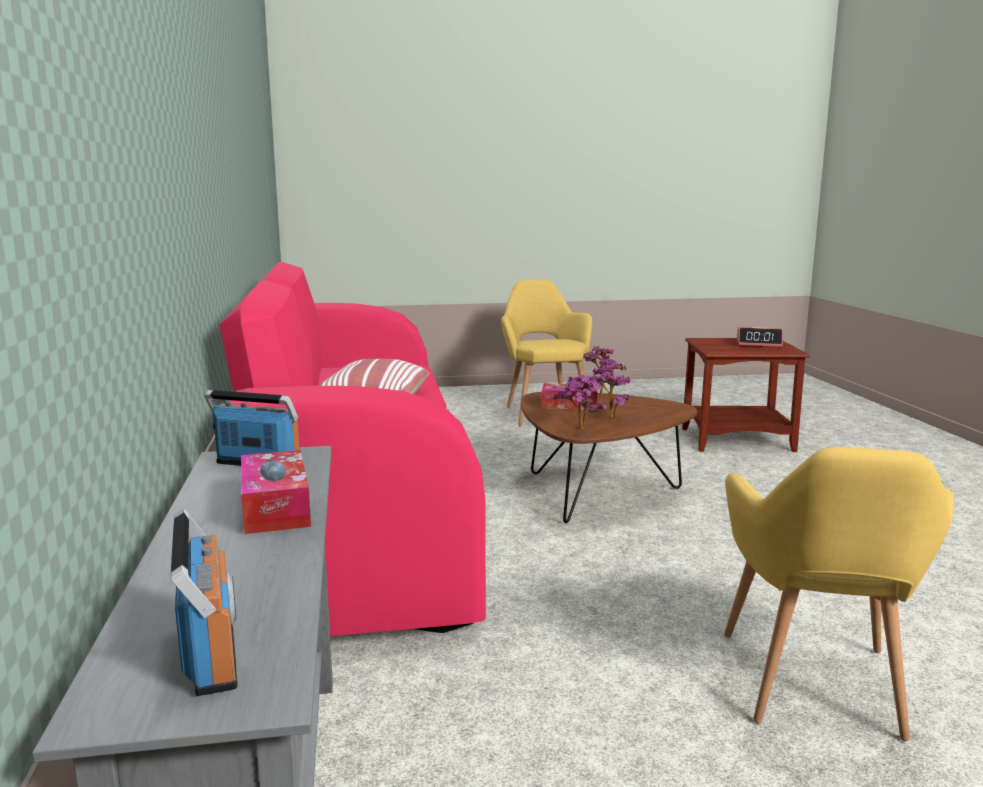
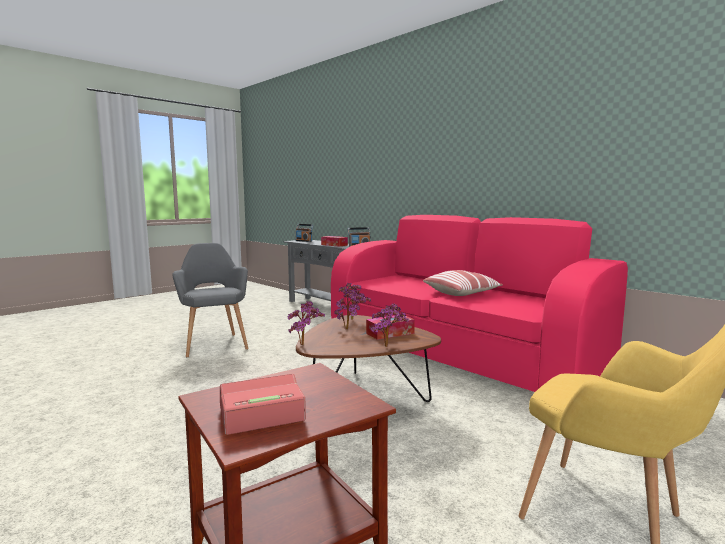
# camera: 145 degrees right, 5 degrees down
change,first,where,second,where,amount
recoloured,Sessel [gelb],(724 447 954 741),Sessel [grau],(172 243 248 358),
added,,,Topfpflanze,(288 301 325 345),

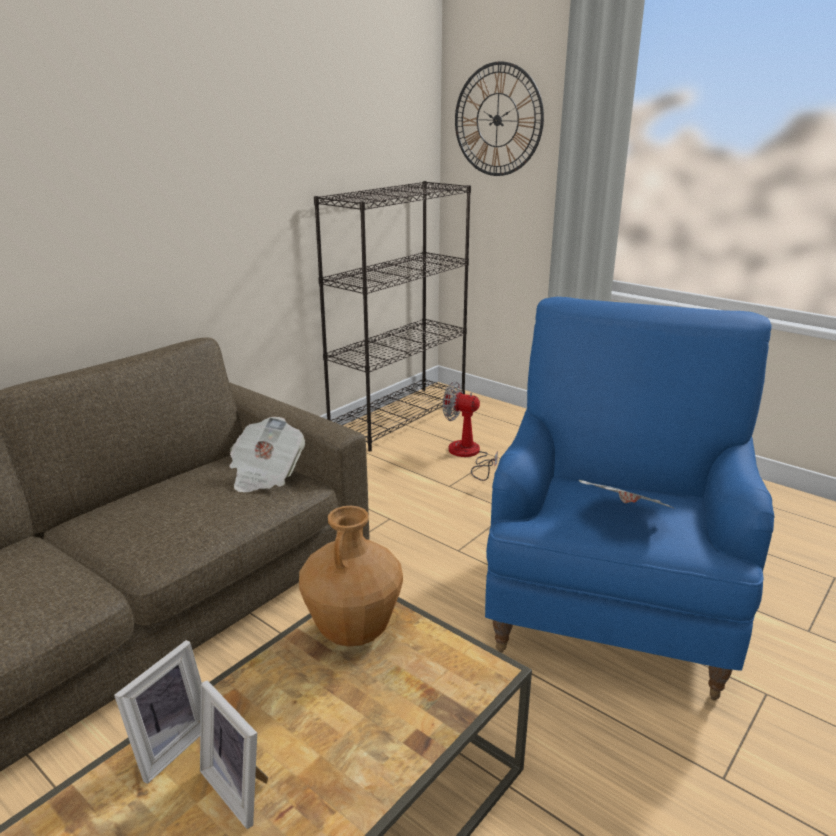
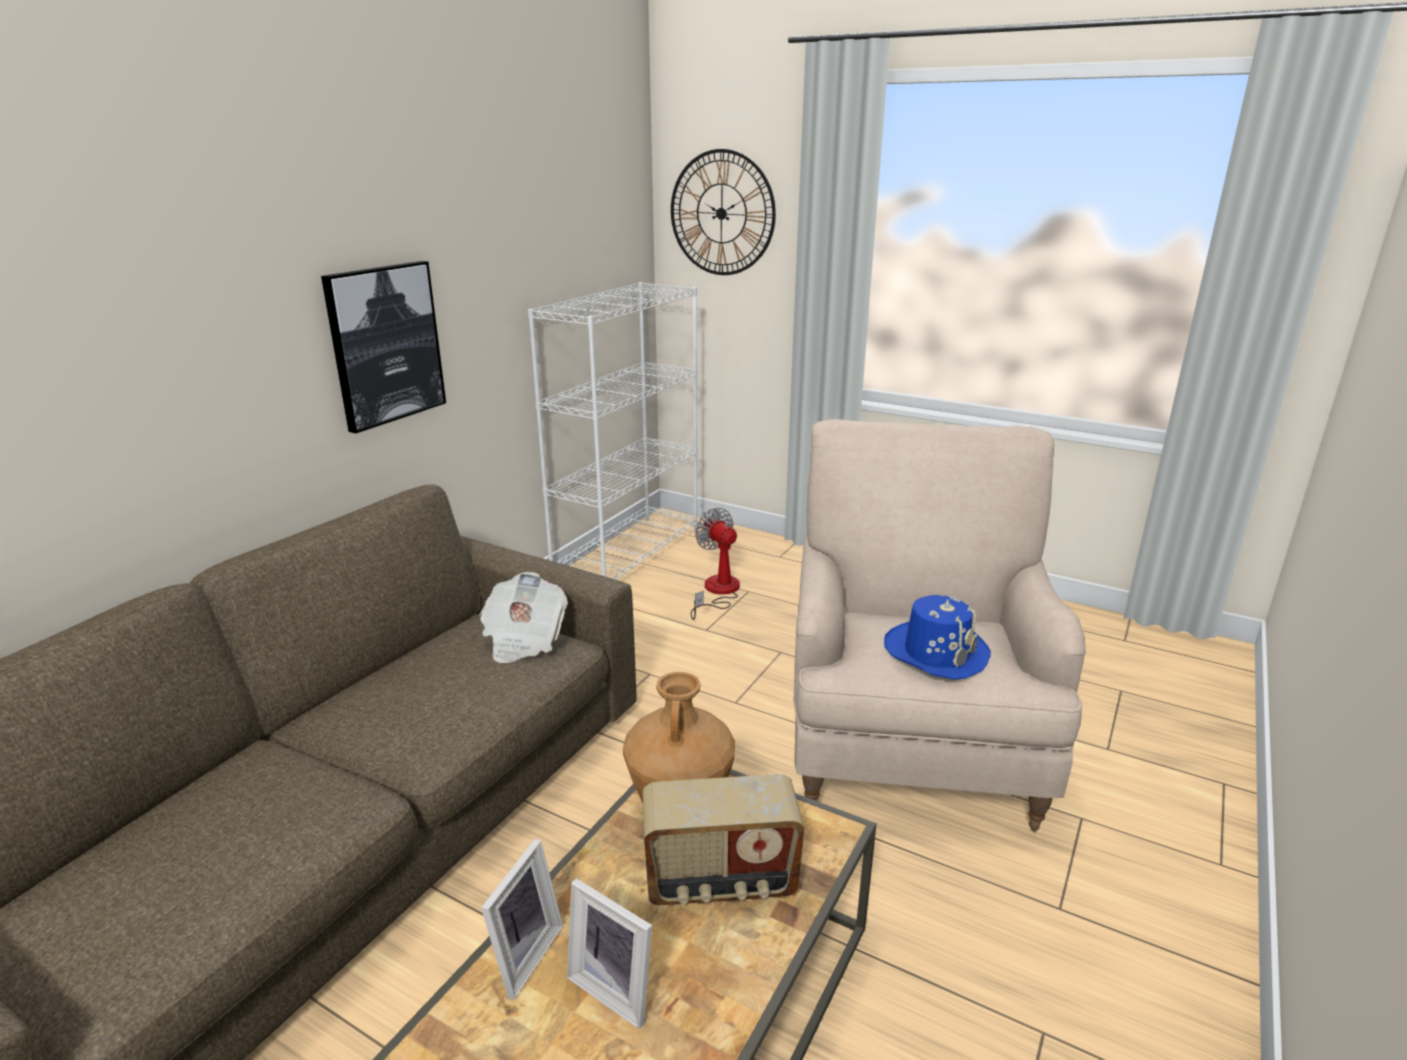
# camera: 10 degrees left, 0 degrees up
change,first,where,second,where,amount
added,,,Bild,(321 261 446 433),
recoloured,Bücherregal [schwarz],(314 181 471 451),Bücherregal [weiß],(528 282 698 580),
added,,,Radio,(642 774 804 906),
turned,Ventilator,(443 382 498 481),,(691 508 740 620),45 degrees clockwise
recoloured,Sessel [blau],(485 297 774 700),Sessel [beige],(794 419 1085 832),
replaced,Zeitung,(579 480 675 509),Hut [blau],(884 595 991 680),

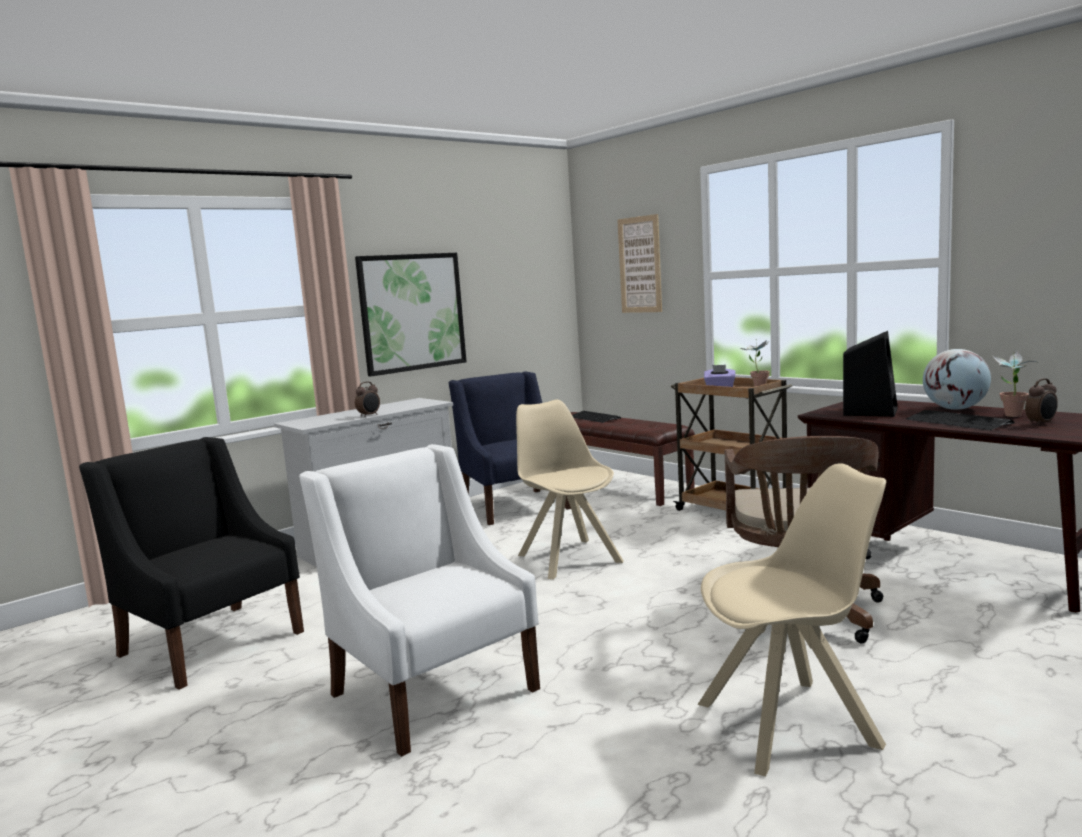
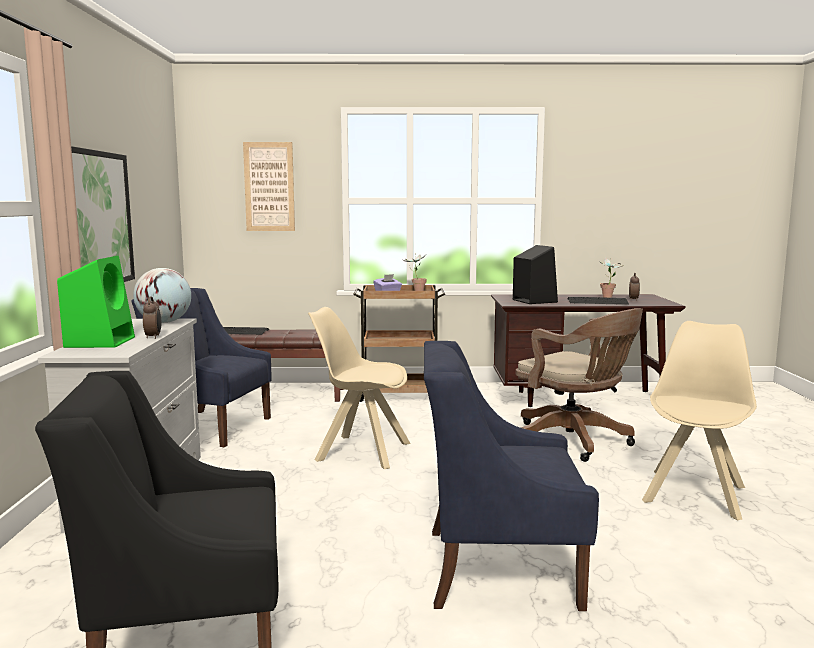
# camera: 50 degrees left, 0 degrees up
change,first,where,second,where,amount
added,,,Lautsprecher [grün],(57 256 135 348),
moved,Globus,(923 349 991 410),,(133 268 191 323),
recoloured,Sessel [weiß],(299 444 540 757),Sessel [blau],(424 341 599 611),

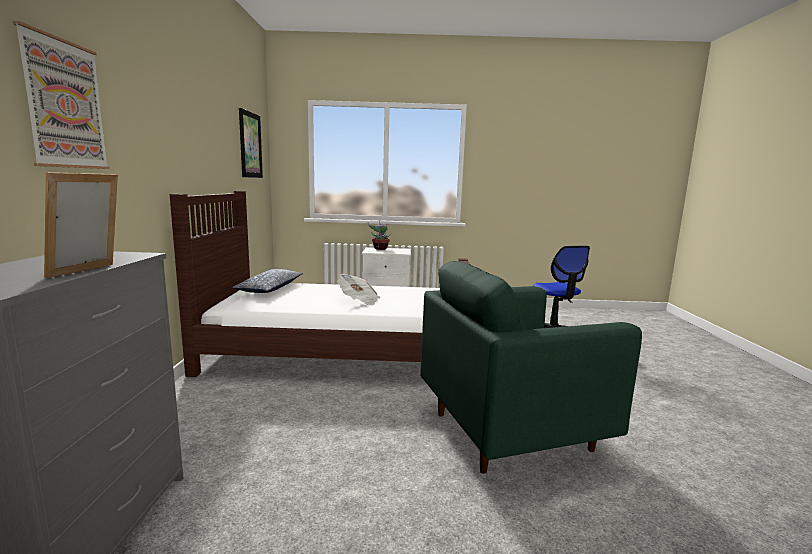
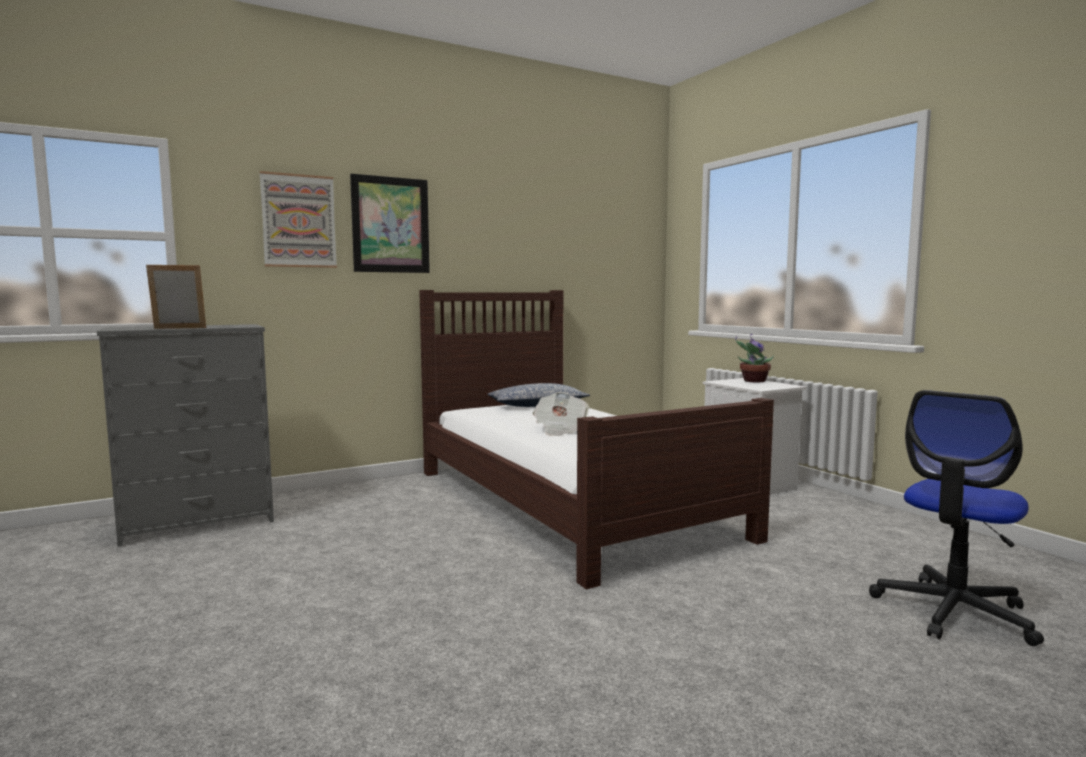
# camera: 60 degrees right, 5 degrees down
change,first,where,second,where,amount
moved,Bild,(239 108 263 178),,(350 174 430 273),
removed,Sessel [grün],(420 261 642 474),,,

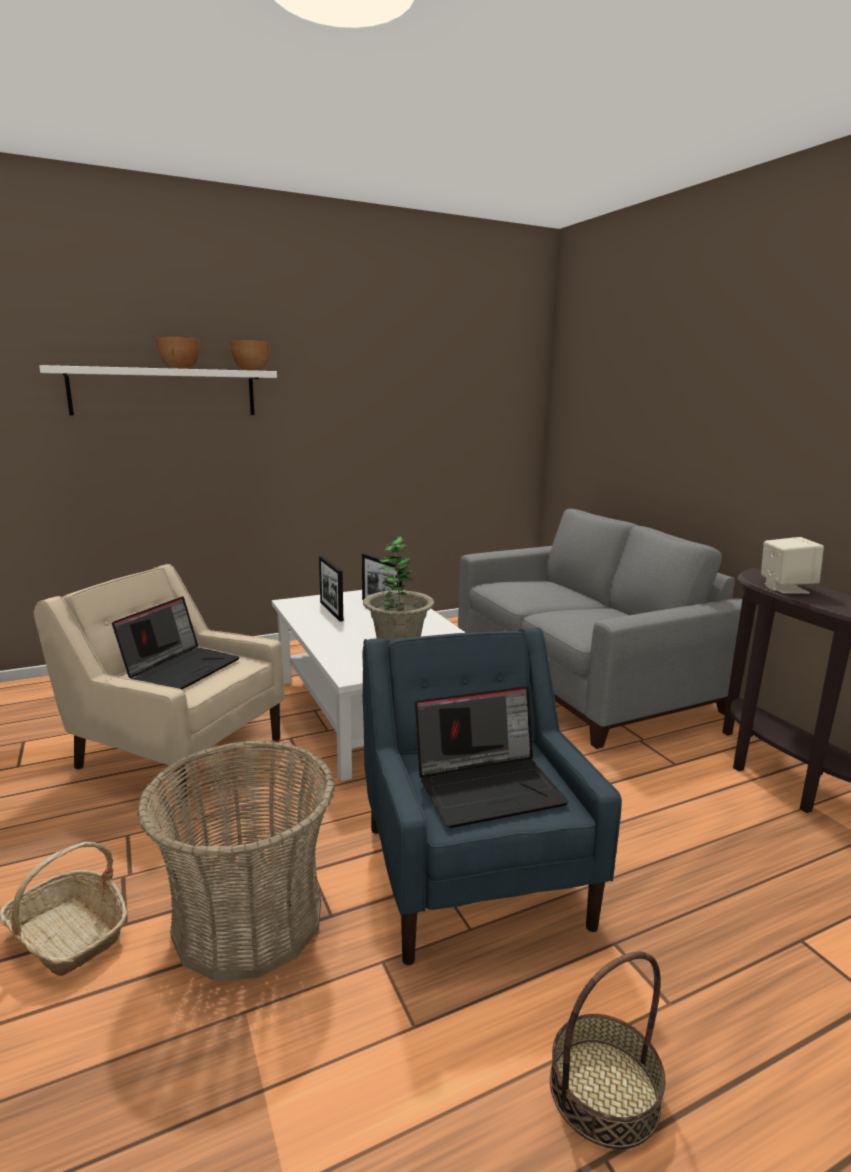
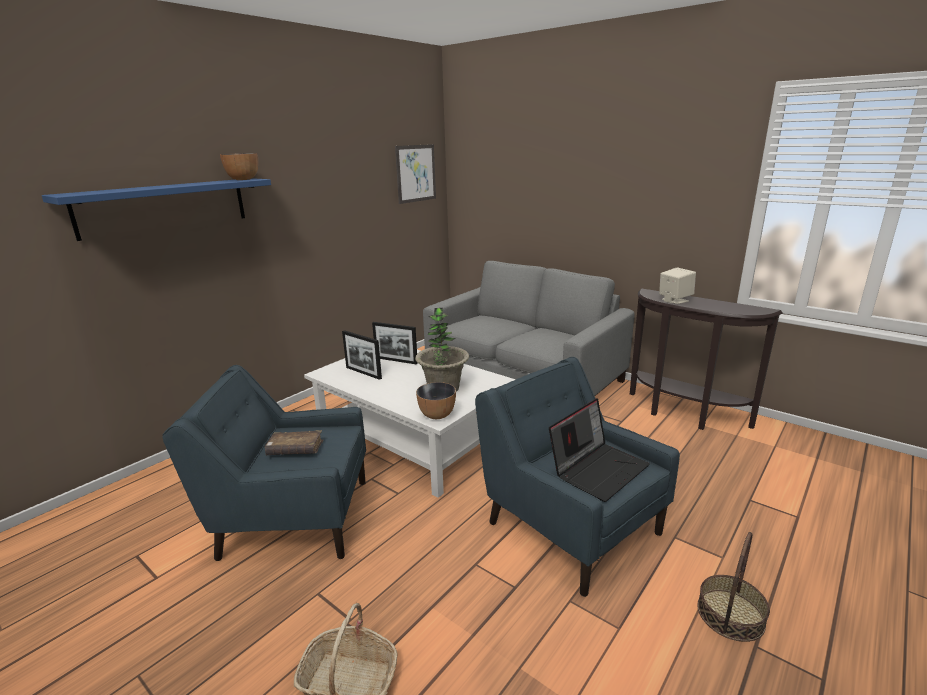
# camera: 25 degrees left, 5 degrees up
change,first,where,second,where,amount
recoloured,Wandregal [weiß],(39 365 277 415),Wandregal [blau],(42 178 271 241),
recoloured,Sessel [beige],(34 564 285 809),Sessel [blau],(162 365 366 561),
replaced,Laptop,(112 596 240 689),Buch [braun],(265 430 323 455),
added,,,Bild,(395 144 436 204),
moved,Schüssel,(155 337 200 369),,(416 382 456 419),
removed,Korb,(137 740 335 981),,,

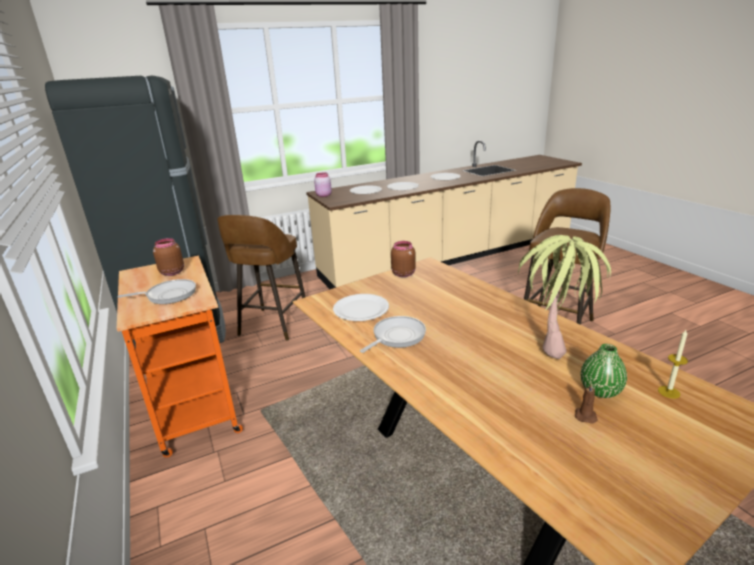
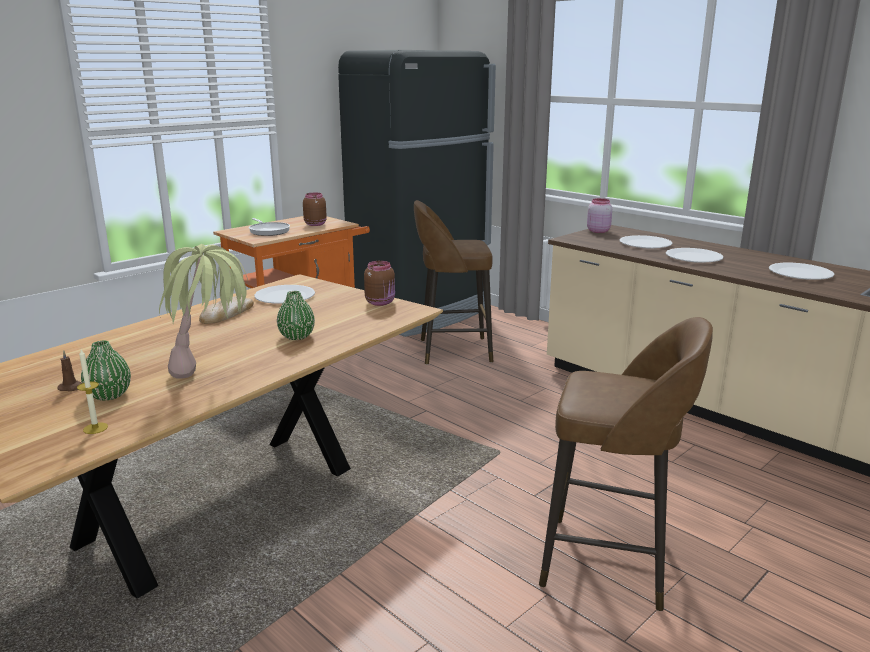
# camera: 70 degrees right, 5 degrees down
change,first,where,second,where,amount
replaced,Pfanne,(360 316 426 353),Brot,(199 296 254 324),
added,,,Vase [grün],(277 291 315 340),

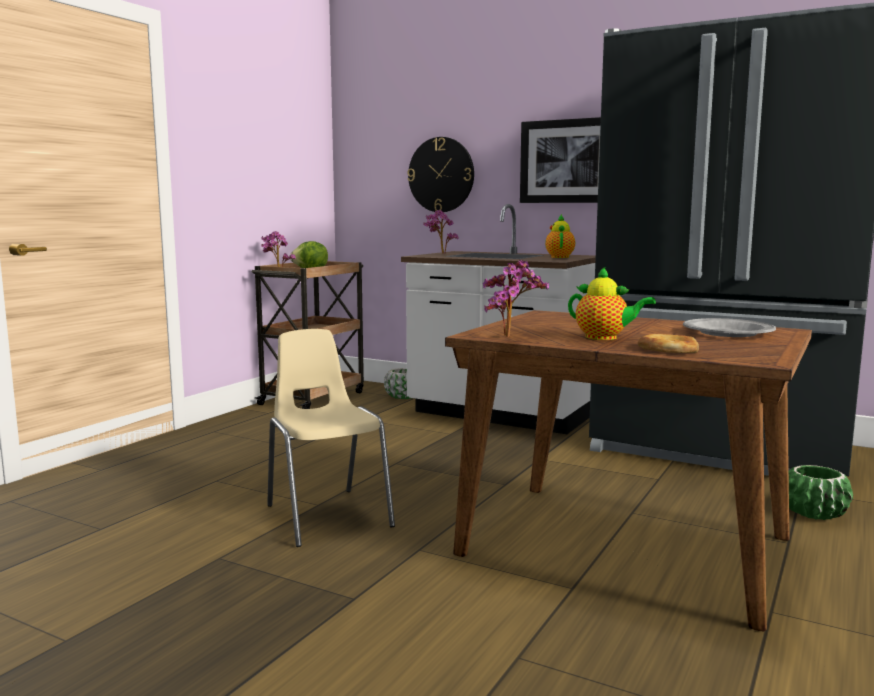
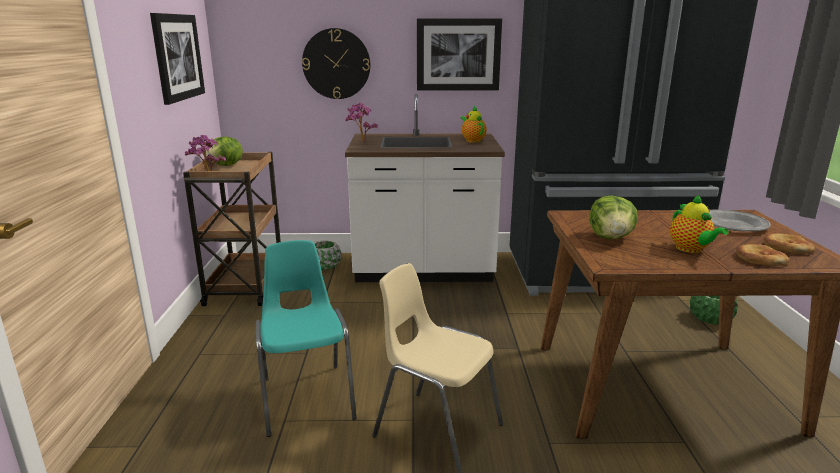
# camera: 30 degrees left, 10 degrees up
change,first,where,second,where,amount
added,,,Bild,(150 13 205 105),
added,,,Stuhl [türkis],(256 240 356 437),
added,,,Salatkopf,(590 196 638 239),
turned,Teekanne,(568 266 656 340),,(670 194 729 253),75 degrees clockwise
added,,,Brot,(763 233 815 254),
removed,Topfpflanze,(483 260 549 337),,,

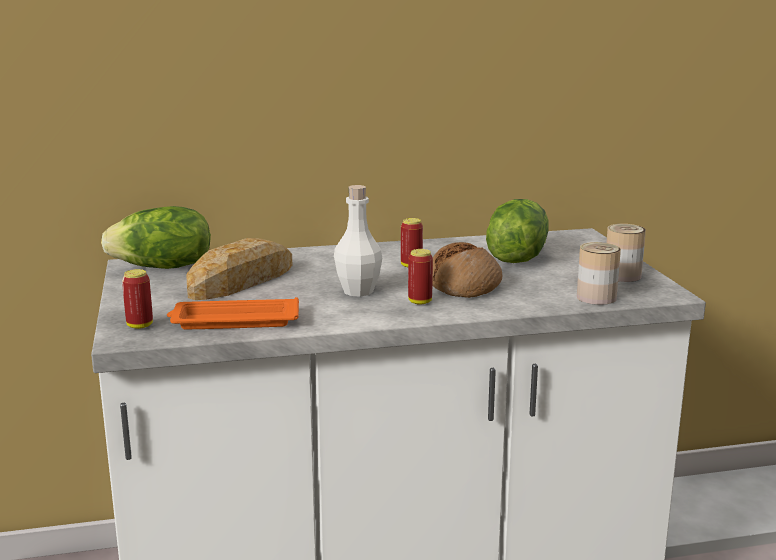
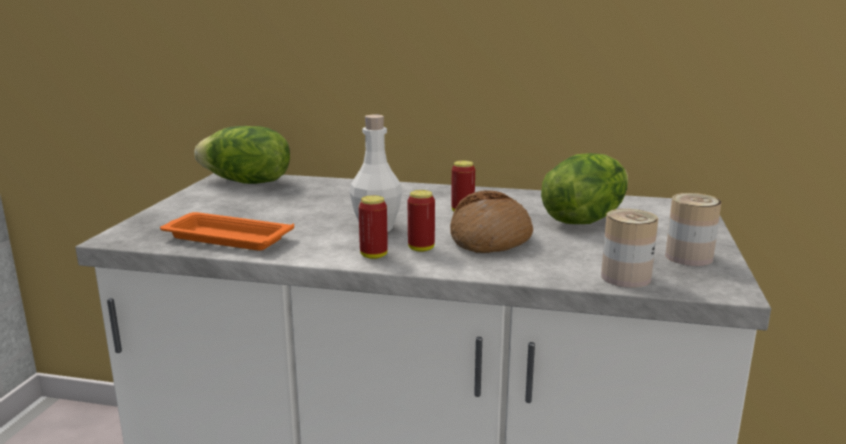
# camera: 25 degrees right, 0 degrees up
change,first,where,second,where,amount
moved,Dose,(122 269 153 329),,(358 195 388 259),
removed,Brot,(186 238 292 300),,,

